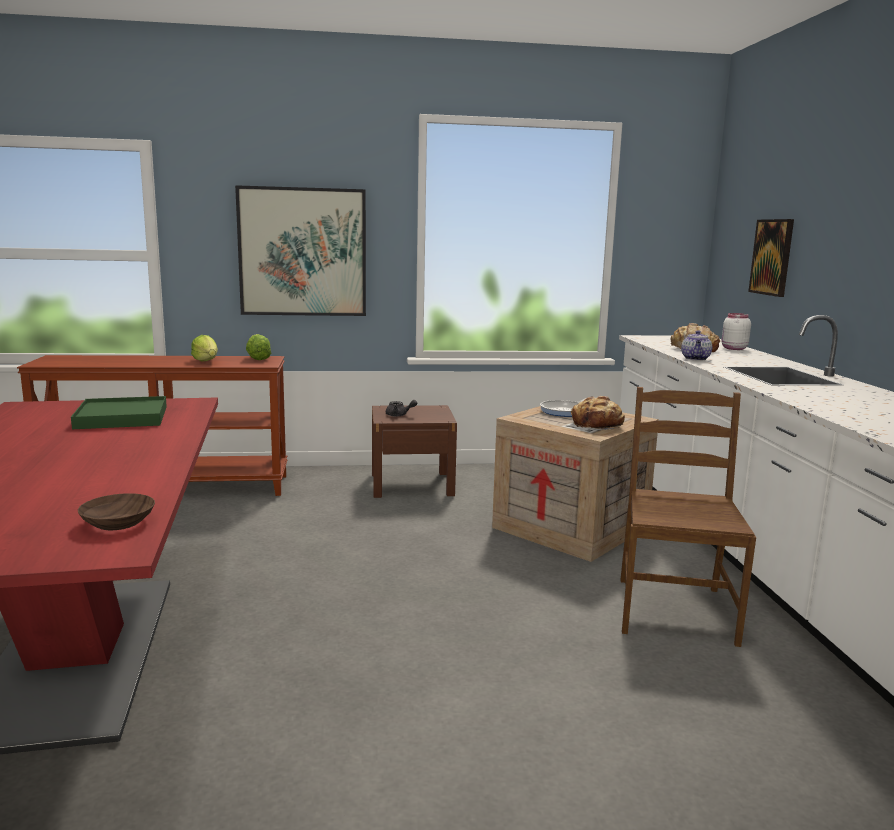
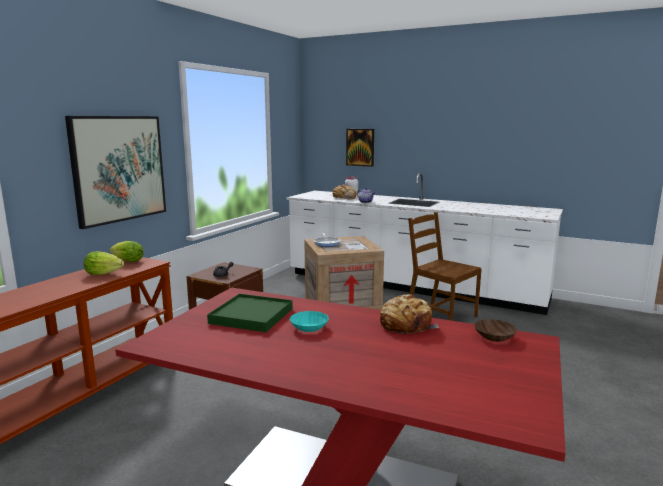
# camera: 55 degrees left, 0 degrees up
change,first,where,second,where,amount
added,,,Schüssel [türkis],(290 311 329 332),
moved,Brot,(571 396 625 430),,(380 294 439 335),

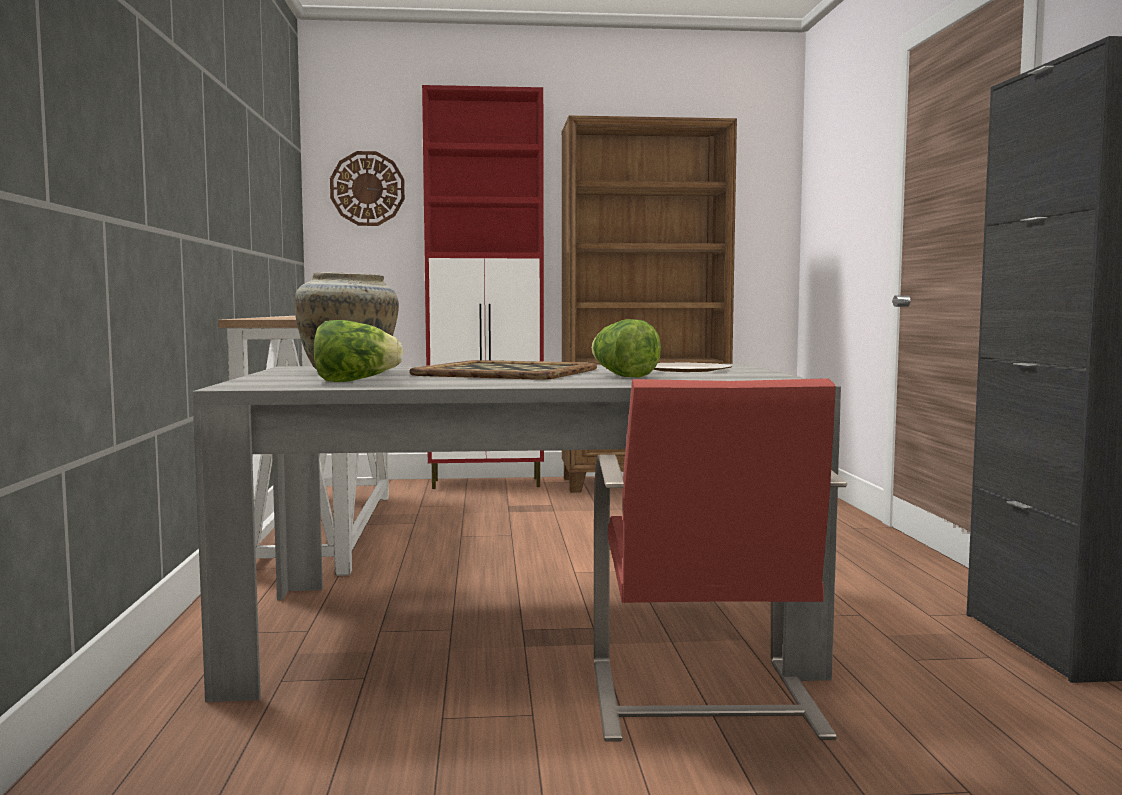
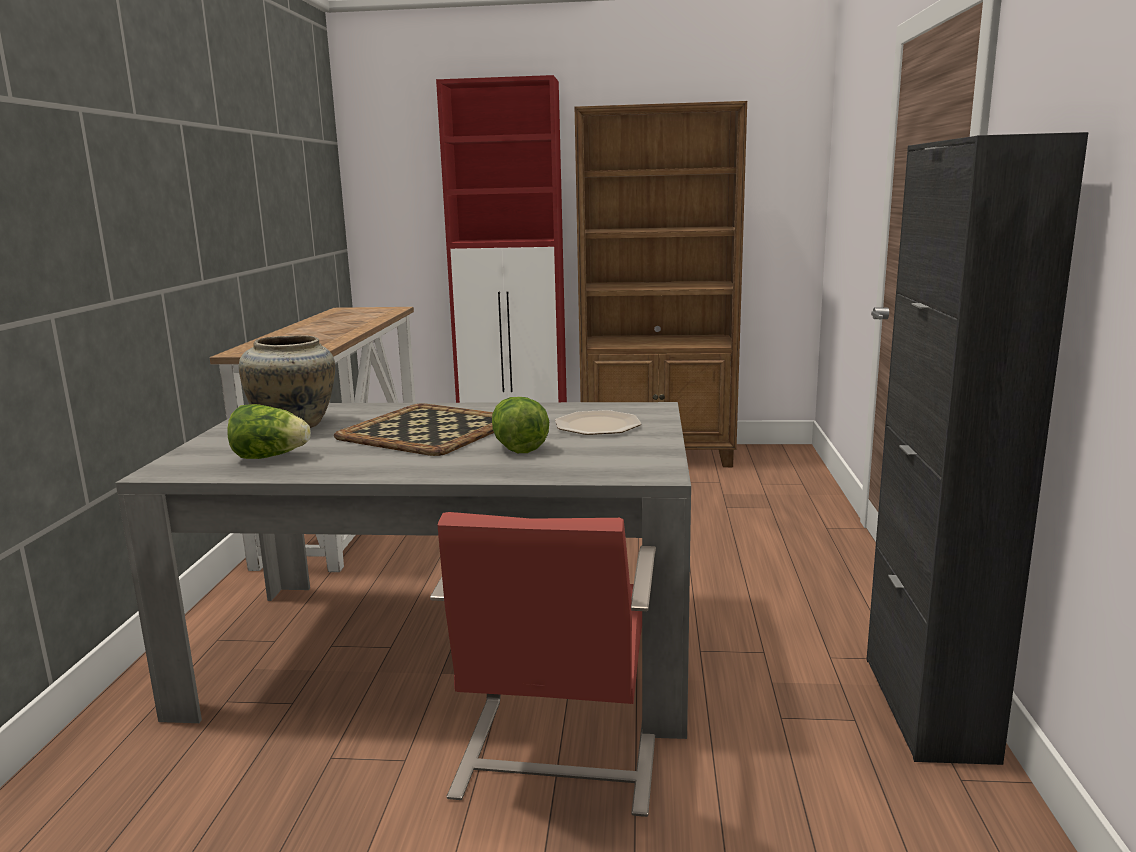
# camera: 10 degrees right, 10 degrees up
change,first,where,second,where,amount
removed,Wanduhr,(330 151 405 226),,,

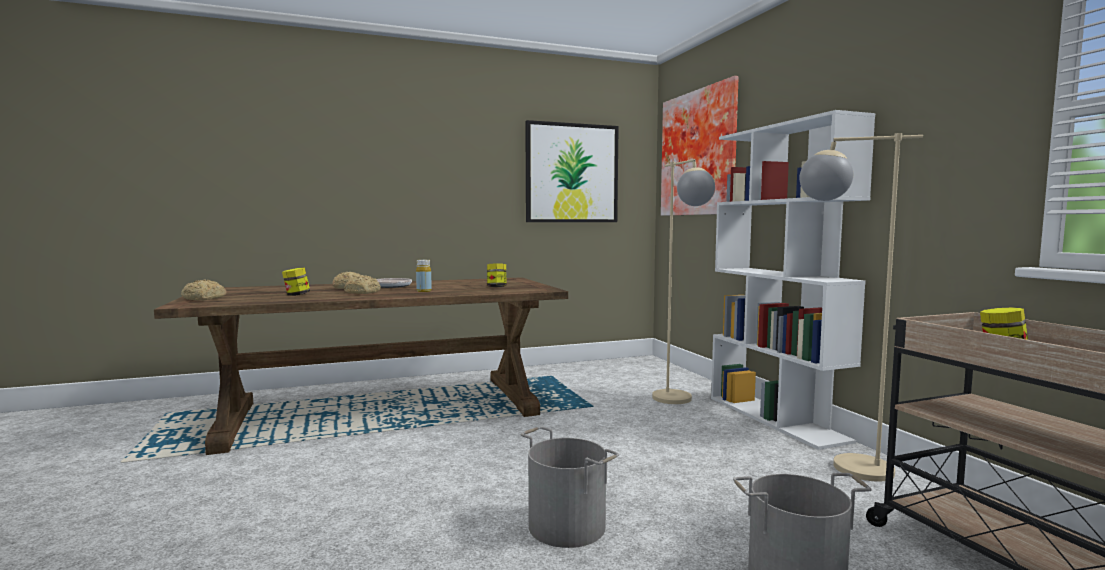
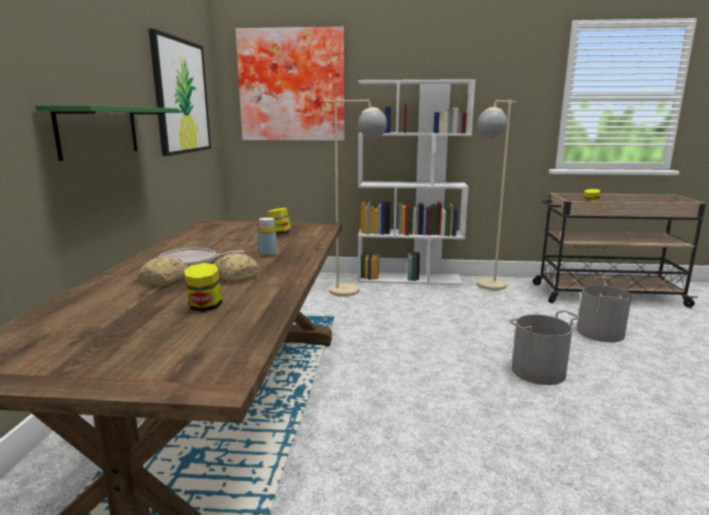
# camera: 65 degrees left, 10 degrees up
change,first,where,second,where,amount
added,,,Wandregal [grün],(35 105 180 161),
removed,Brot,(181 279 227 300),,,

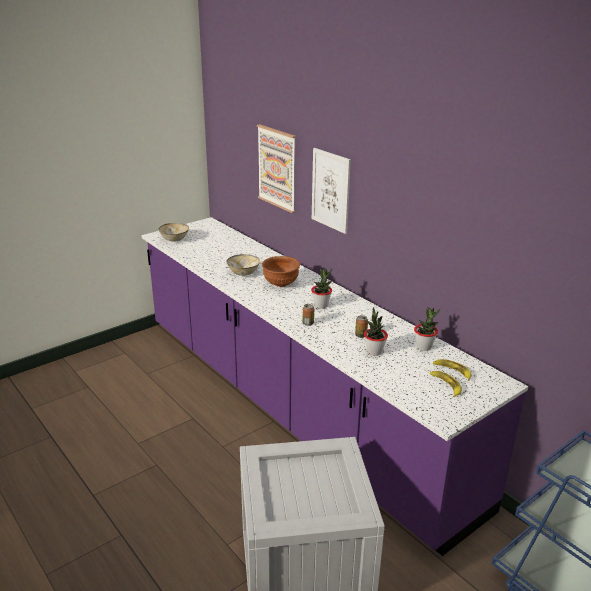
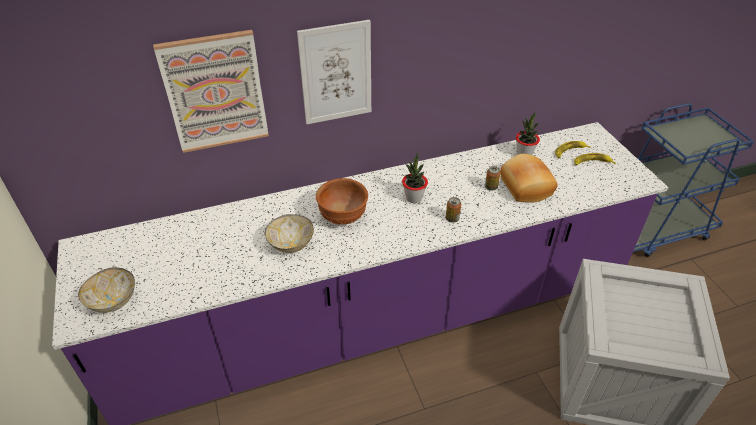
# camera: 70 degrees left, 15 degrees up
change,first,where,second,where,amount
replaced,Topfpflanze,(364 307 388 356),Brot,(500 154 558 203),

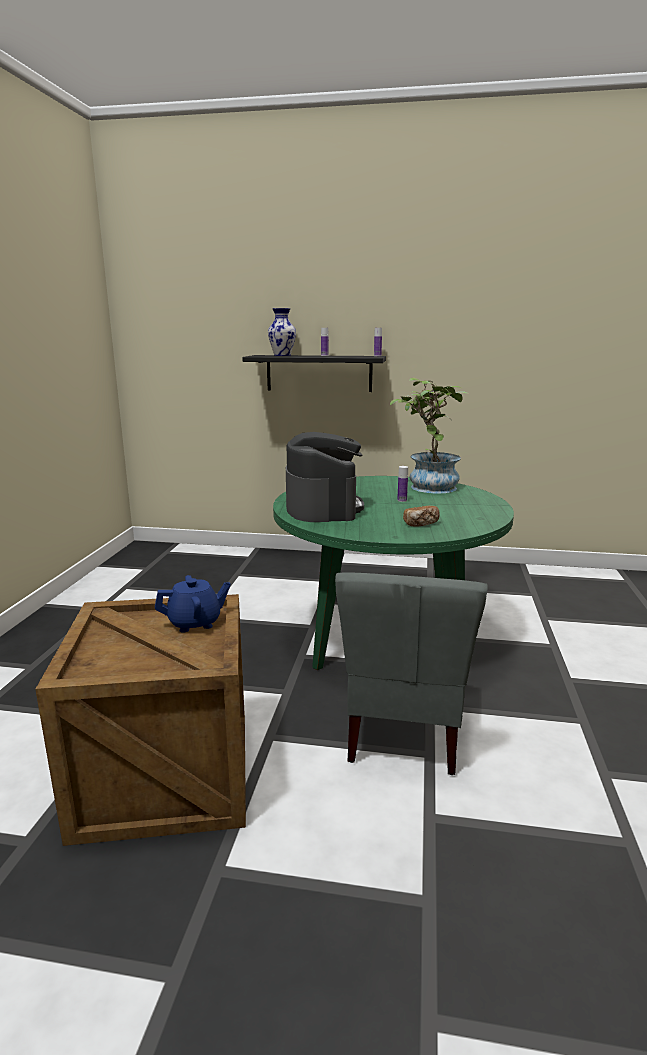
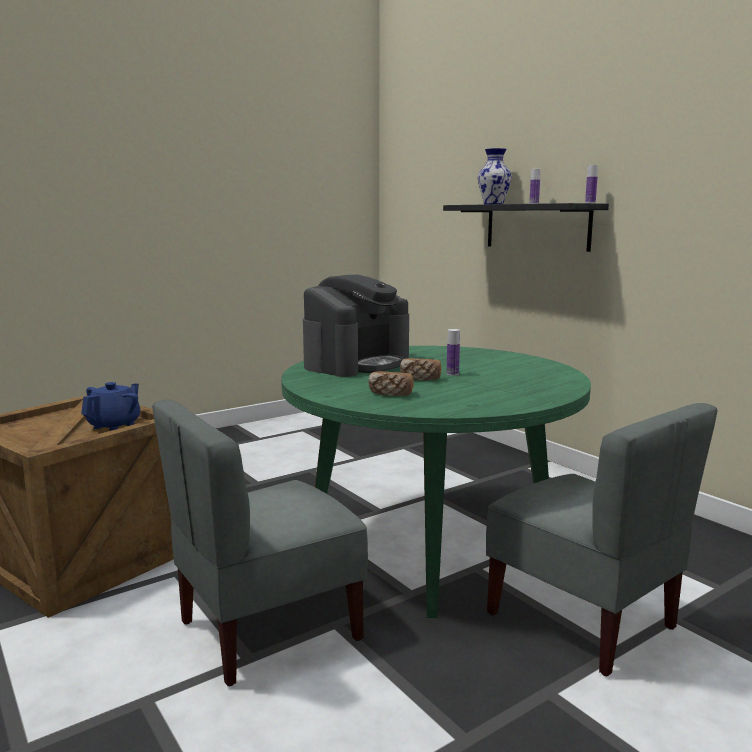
# camera: 45 degrees right, 5 degrees down
change,first,where,second,where,amount
turned,Teekanne [blau],(155 575 231 633),,(81 382 141 431),90 degrees counterclockwise
added,,,Brot,(400 358 441 380),
added,,,Stuhl [grau],(486 403 718 676),
removed,Topfpflanze,(390 377 469 493),,,

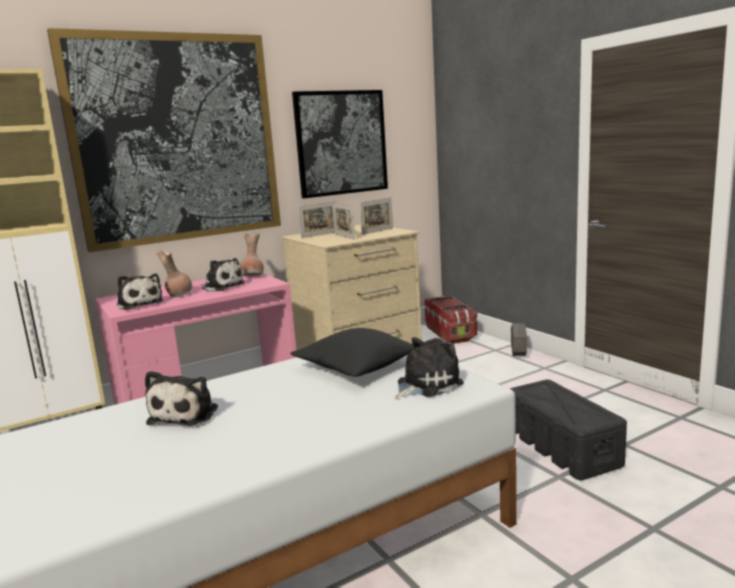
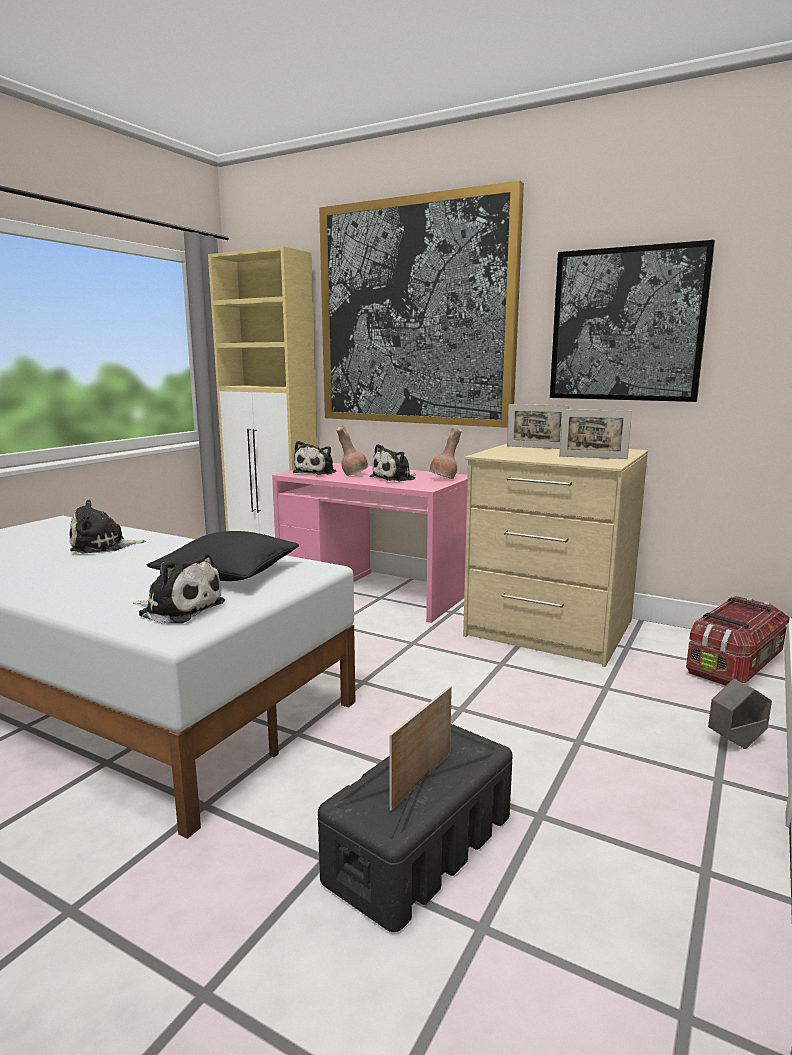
# camera: 60 degrees right, 0 degrees up
change,first,where,second,where,amount
turned,Plüschtier,(200 258 245 292),,(370 444 416 482),45 degrees clockwise
moved,Bilderrahmen,(333 203 355 240),,(389 686 452 810),

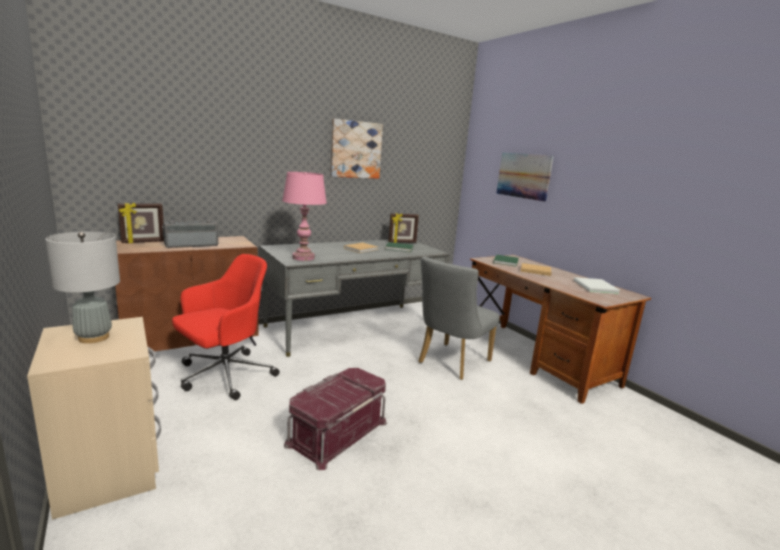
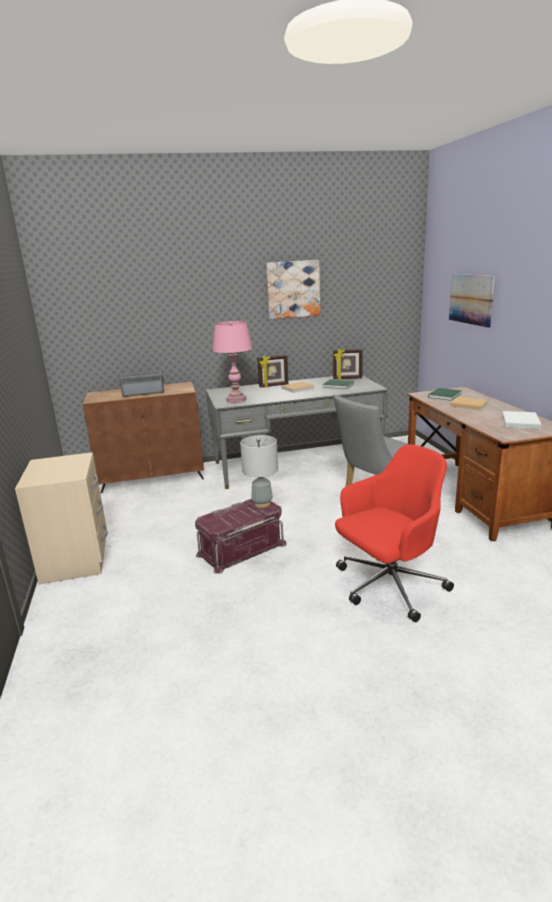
# camera: 20 degrees right, 5 degrees up
change,first,where,second,where,amount
moved,Tischlampe [grau],(45 231 120 343),,(240 435 278 508),
moved,Bilderrahmen,(118 203 164 243),,(257 354 288 387),
moved,Bürostuhl [rot],(172 254 280 400),,(335 444 454 622),

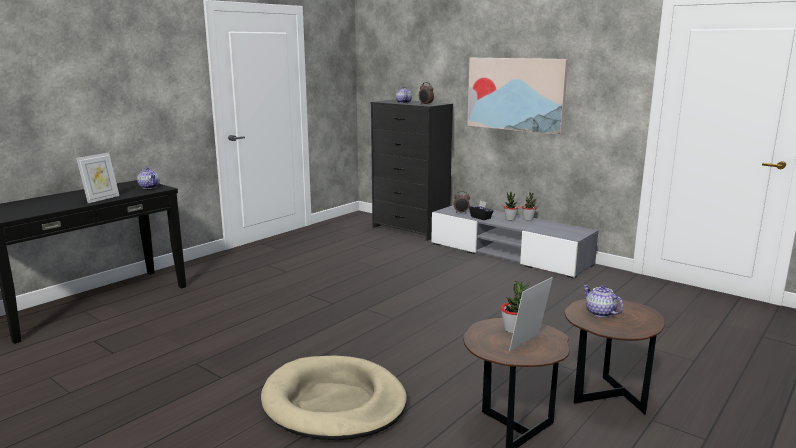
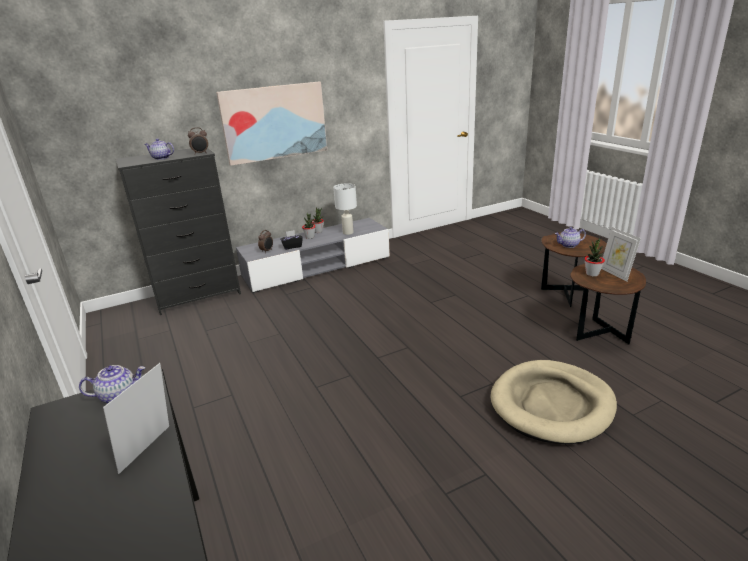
# camera: 65 degrees left, 10 degrees up
change,first,where,second,where,amount
turned,Bilderrahmen,(76 152 119 203),,(103 363 169 474),120 degrees counterclockwise
added,,,Tischlampe [weiß],(333 183 357 235),

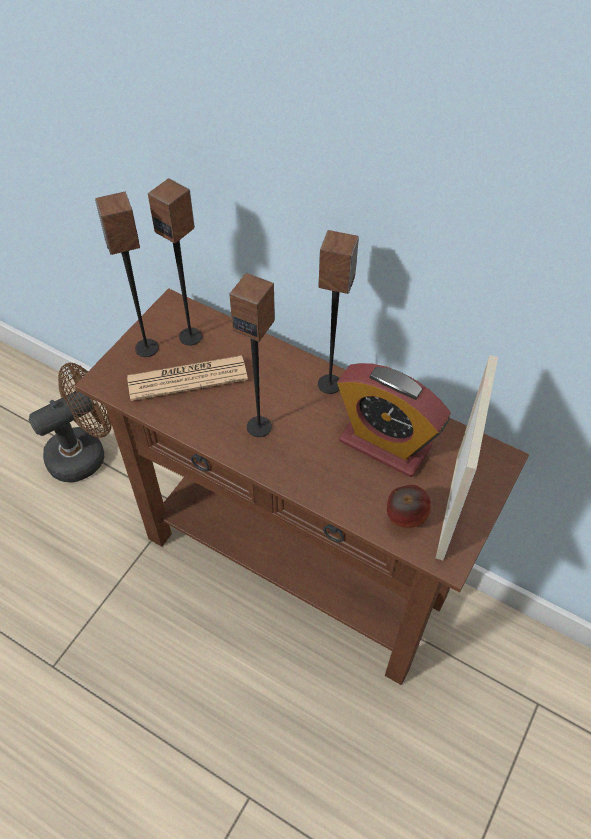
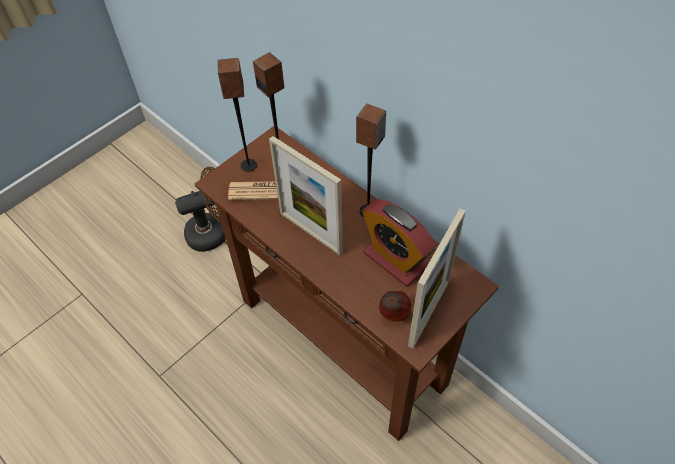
# camera: 15 degrees right, 0 degrees up
change,first,where,second,where,amount
replaced,Lautsprecher,(229 273 275 437),Bilderrahmen,(269 136 343 255),

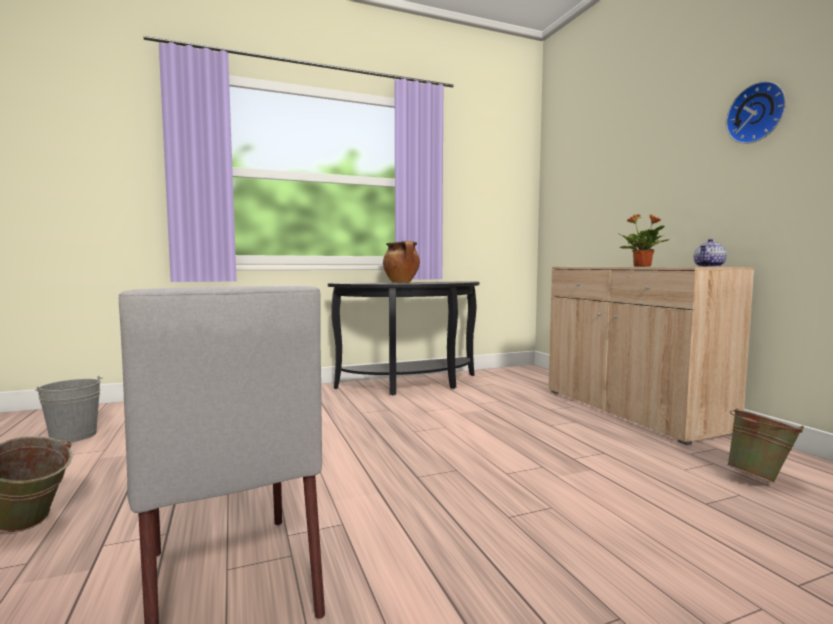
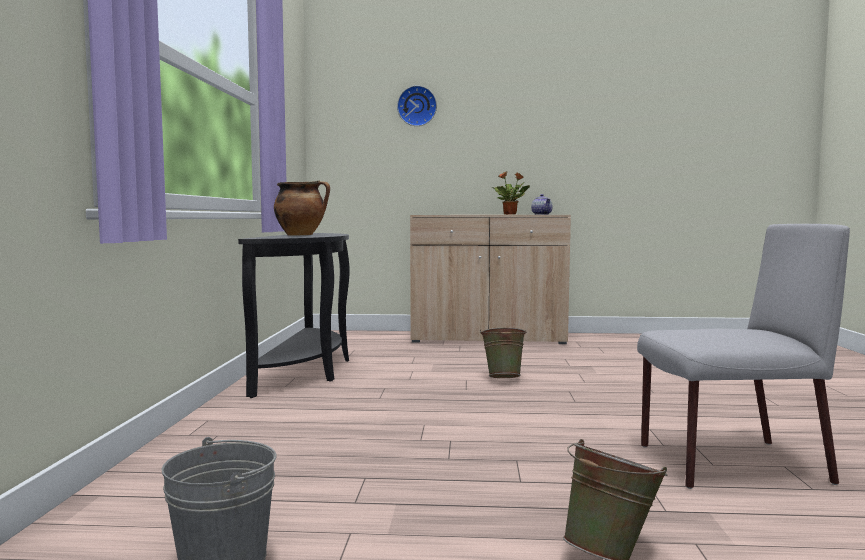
# camera: 65 degrees left, 0 degrees up
change,first,where,second,where,amount
moved,Wanduhr,(726 81 786 144),,(397 85 437 126),
moved,Eimer [grün],(727 408 804 483),,(480 327 527 378),

